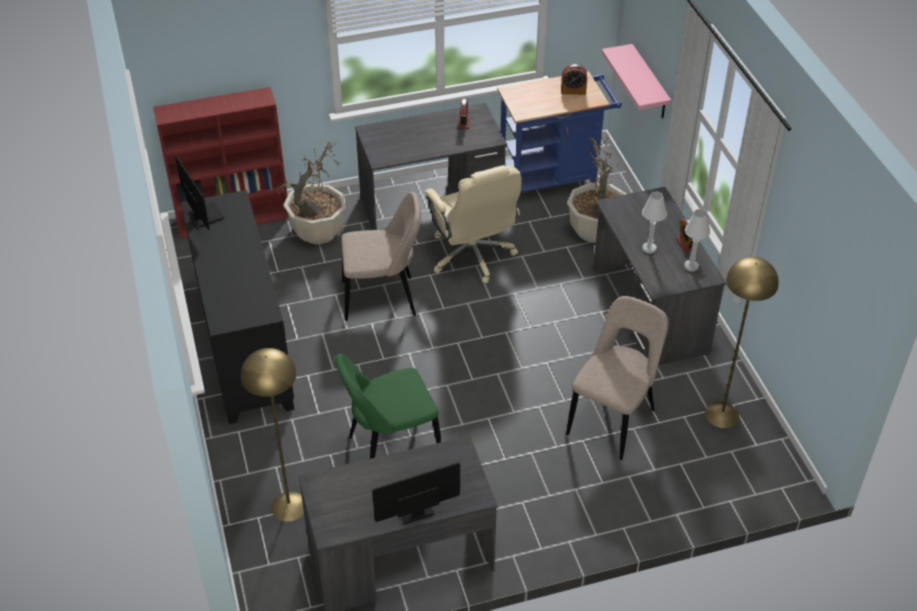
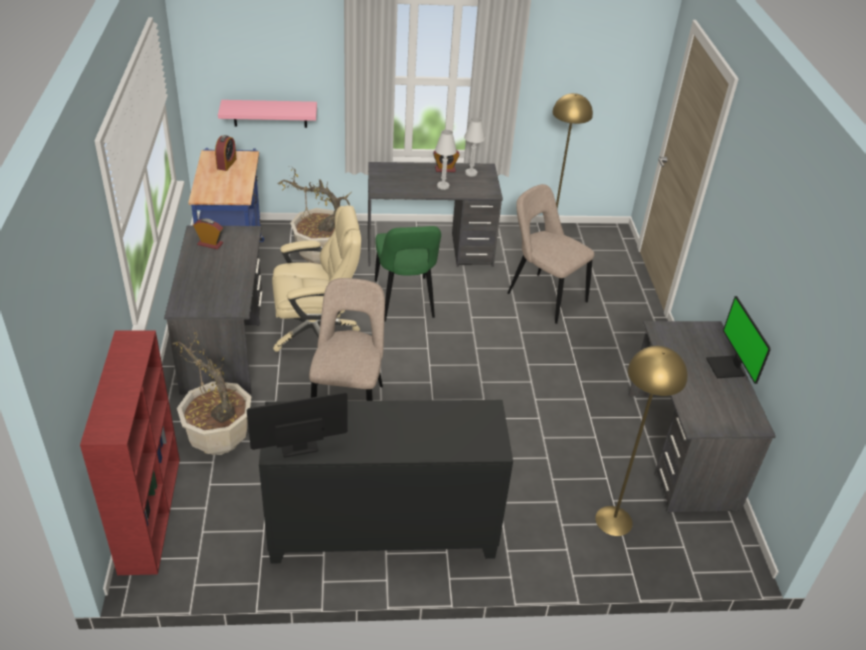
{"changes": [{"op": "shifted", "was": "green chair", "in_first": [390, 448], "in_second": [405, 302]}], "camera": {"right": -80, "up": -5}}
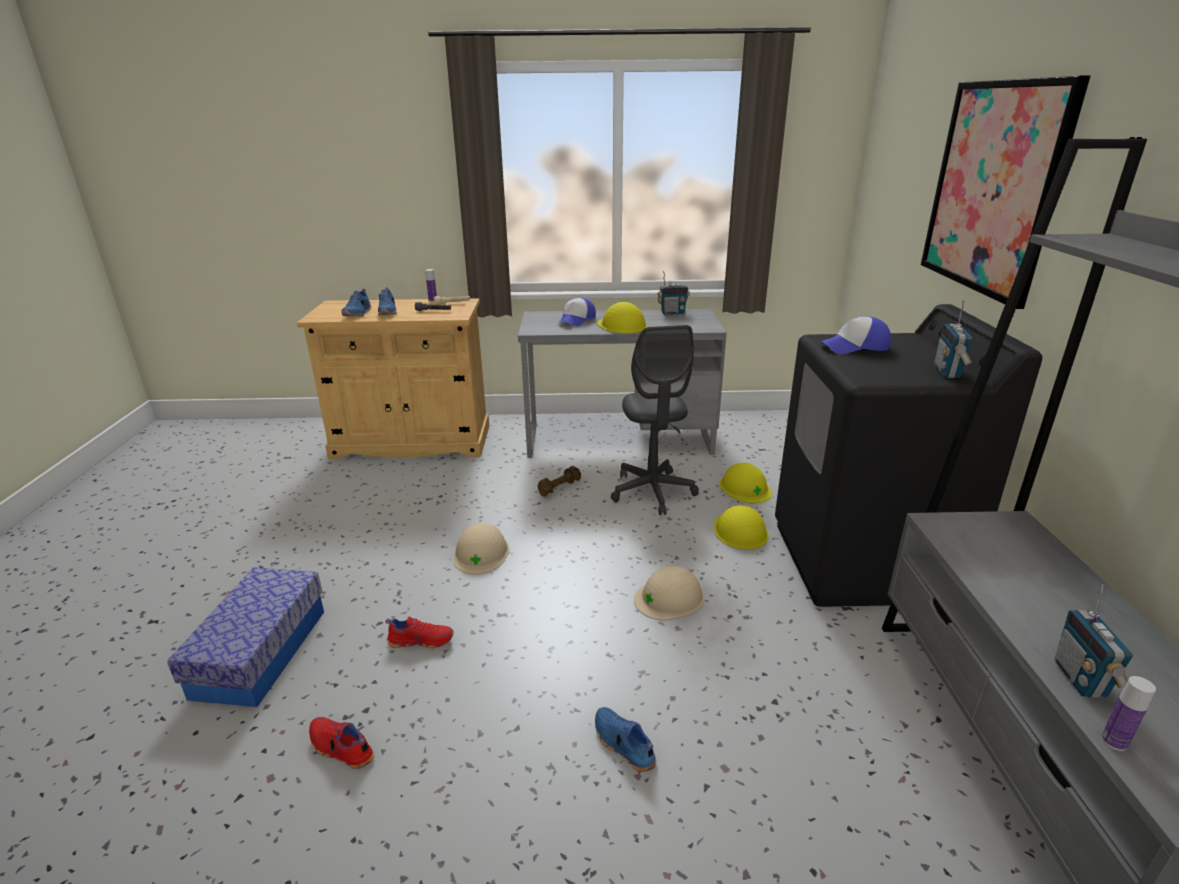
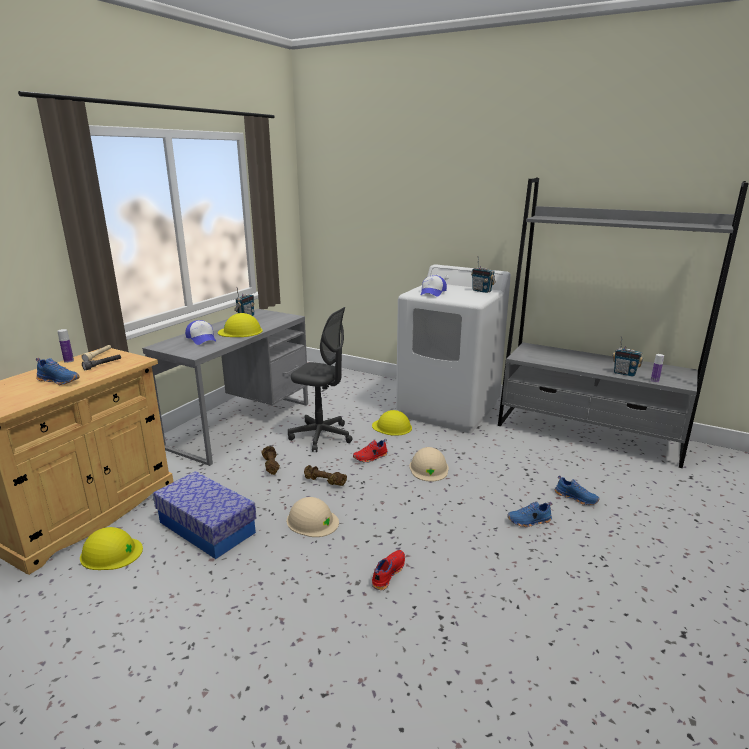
{"changes": [{"op": "shifted", "was": "storage box", "in_first": [260, 652], "in_second": [206, 527]}, {"op": "shifted", "was": "red shoe", "in_first": [340, 749], "in_second": [371, 457]}, {"op": "shifted", "was": "blue shoe", "in_first": [358, 313], "in_second": [576, 497]}, {"op": "shifted", "was": "yellow hard hat", "in_first": [745, 488], "in_second": [111, 553]}, {"op": "repainted", "was": "black washing machine", "now": "white washing machine", "in_first": [862, 561], "in_second": [449, 409]}, {"op": "gone", "was": "picture", "in_first": [993, 188]}, {"op": "new", "now": "brown dumbbell", "in_second": [324, 482]}], "camera": {"right": -60, "up": -5}}
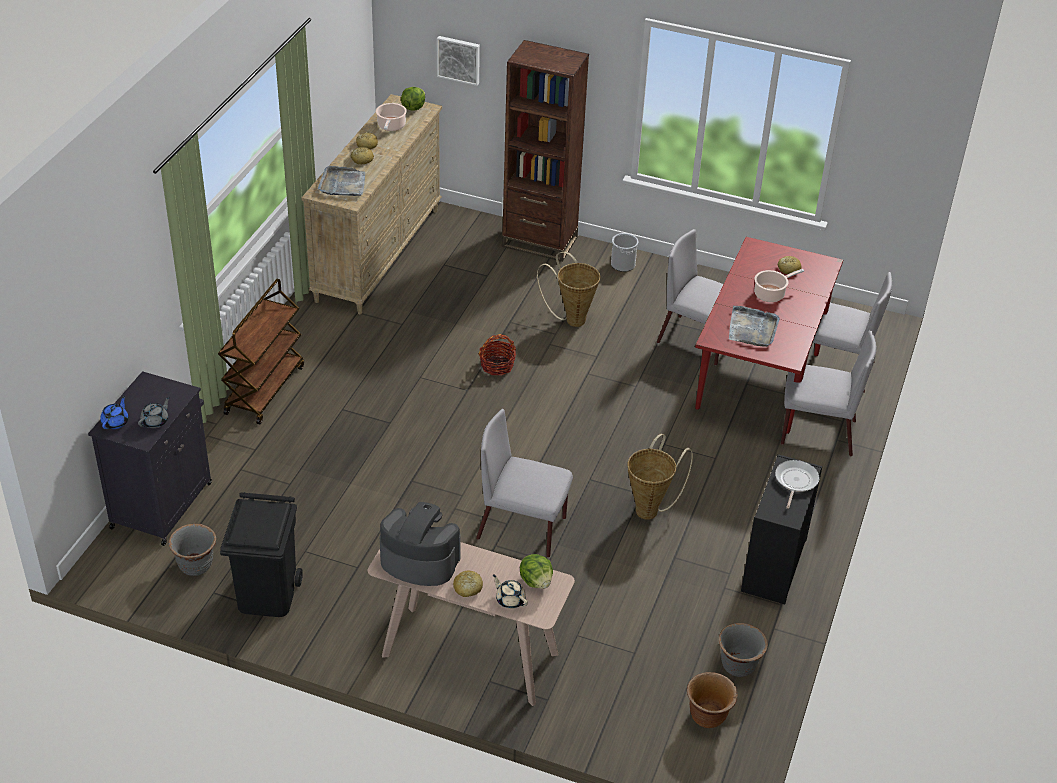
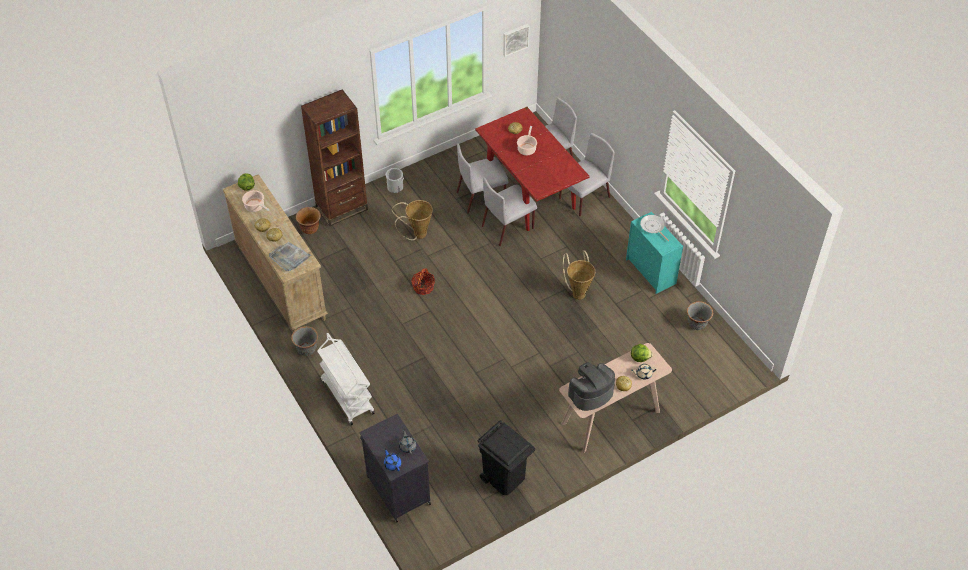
{"changes": [{"op": "shifted", "was": "grey planter", "in_first": [196, 566], "in_second": [306, 349]}, {"op": "repainted", "was": "brown cart", "now": "white cart", "in_first": [264, 389], "in_second": [347, 396]}, {"op": "shifted", "was": "picture", "in_first": [459, 59], "in_second": [515, 39]}, {"op": "shifted", "was": "grey chair", "in_first": [523, 528], "in_second": [508, 227]}, {"op": "shifted", "was": "brown planter", "in_first": [708, 717], "in_second": [310, 229]}, {"op": "gone", "was": "grey tray", "in_first": [752, 329]}, {"op": "repainted", "was": "black dresser", "now": "turquoise dresser", "in_first": [773, 566], "in_second": [651, 272]}], "camera": {"right": -50, "up": 10}}
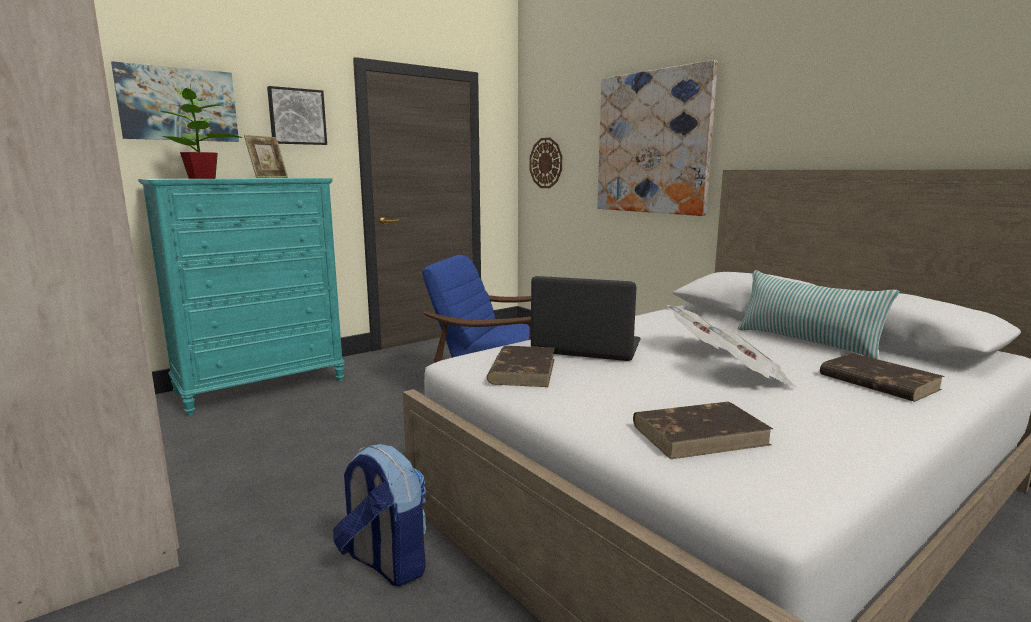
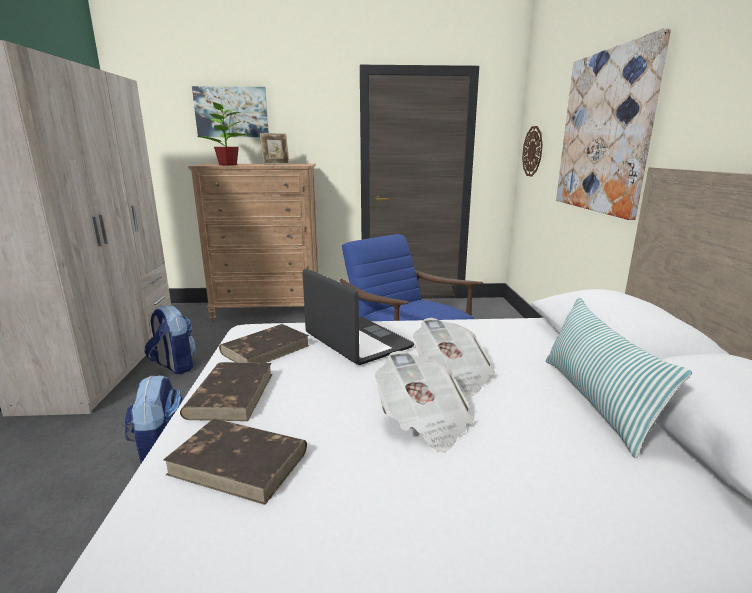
{"changes": [{"op": "repainted", "was": "turquoise dresser", "now": "brown dresser", "in_first": [262, 386], "in_second": [268, 310]}, {"op": "gone", "was": "picture", "in_first": [297, 116]}, {"op": "shifted", "was": "brown book", "in_first": [877, 382], "in_second": [231, 394]}, {"op": "new", "now": "backpack", "in_second": [174, 366]}], "camera": {"right": 35, "up": 5}}
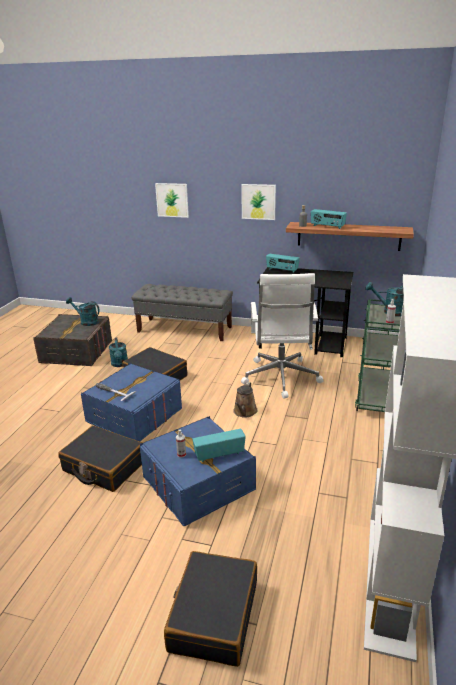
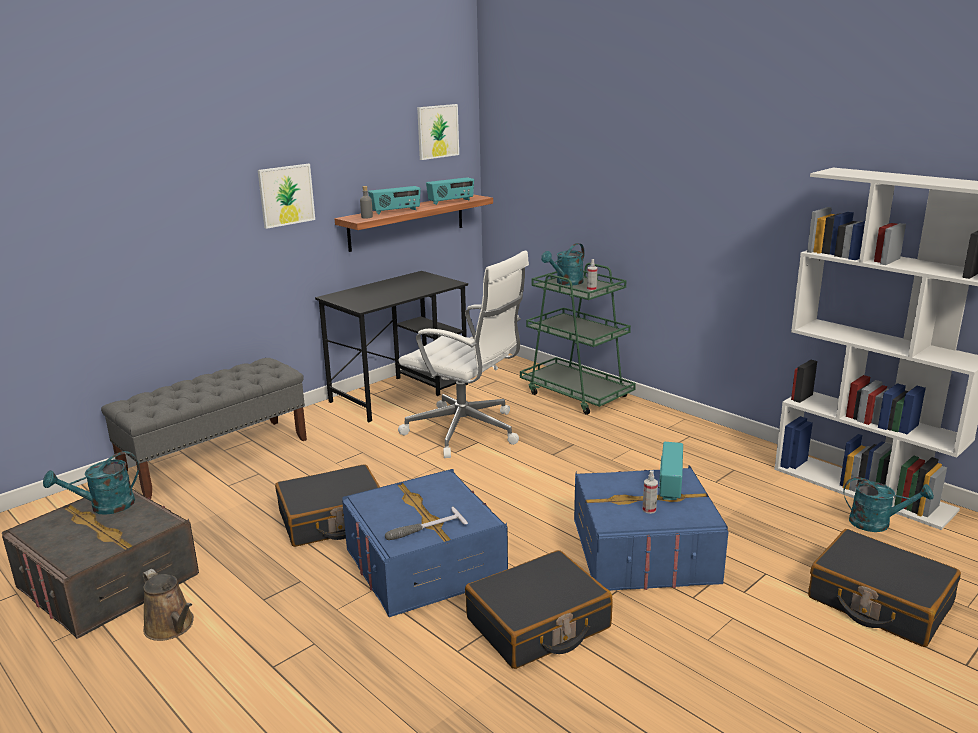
{"changes": [{"op": "shifted", "was": "turquoise watering can", "in_first": [120, 364], "in_second": [877, 523]}, {"op": "shifted", "was": "picture", "in_first": [172, 200], "in_second": [437, 131]}, {"op": "shifted", "was": "brown watering can", "in_first": [244, 412], "in_second": [171, 627]}, {"op": "shifted", "was": "radio", "in_first": [282, 270], "in_second": [451, 201]}], "camera": {"right": -60, "up": -5}}
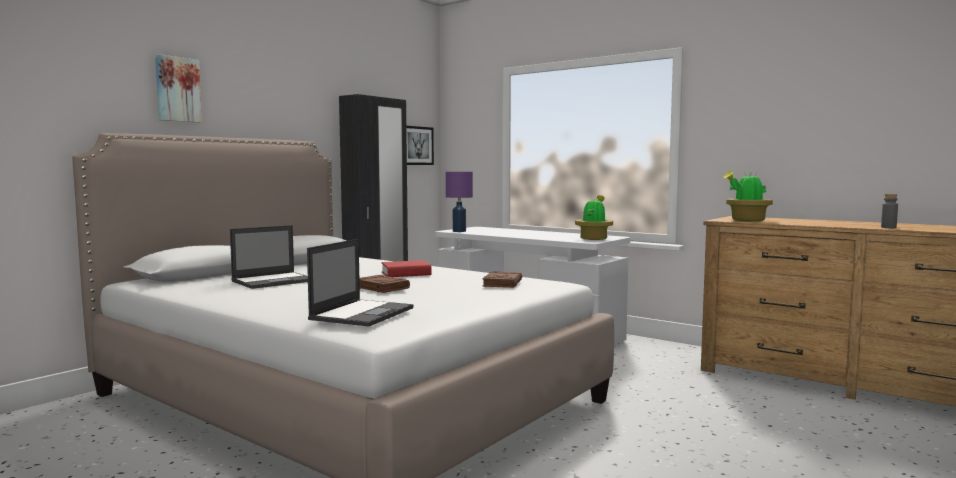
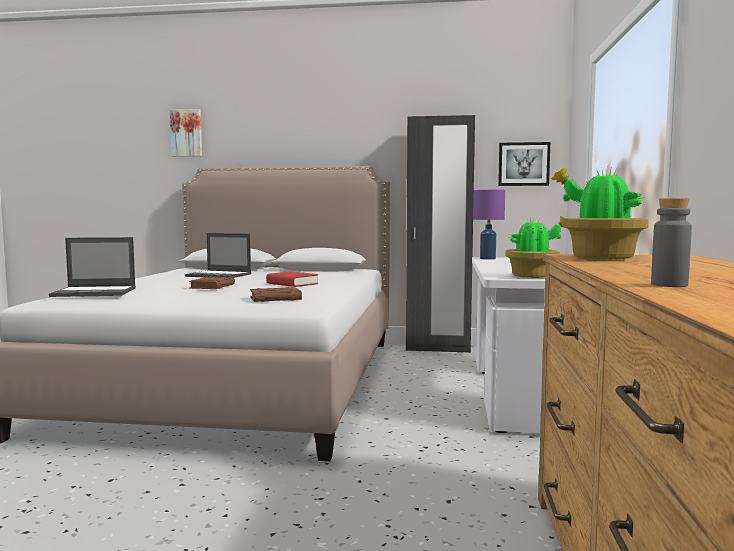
{"changes": [{"op": "shifted", "was": "picture", "in_first": [177, 89], "in_second": [186, 133]}], "camera": {"right": 60, "up": 0}}
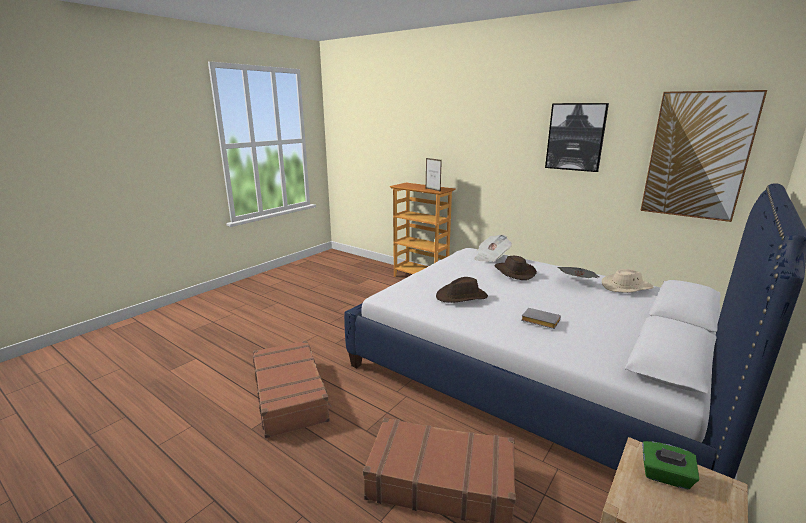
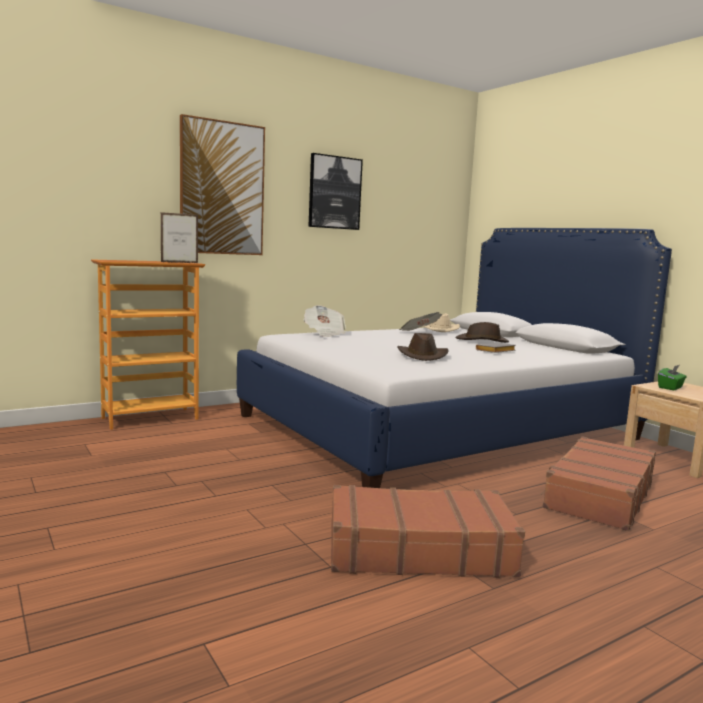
{"changes": [{"op": "shifted", "was": "brown hat", "in_first": [513, 272], "in_second": [482, 341]}, {"op": "shifted", "was": "picture", "in_first": [697, 156], "in_second": [222, 188]}], "camera": {"right": -70, "up": -10}}
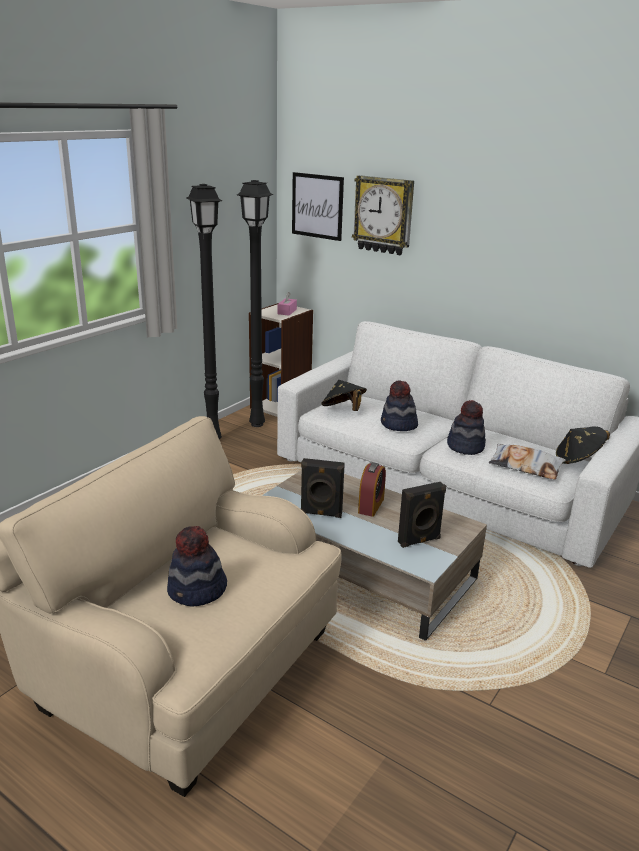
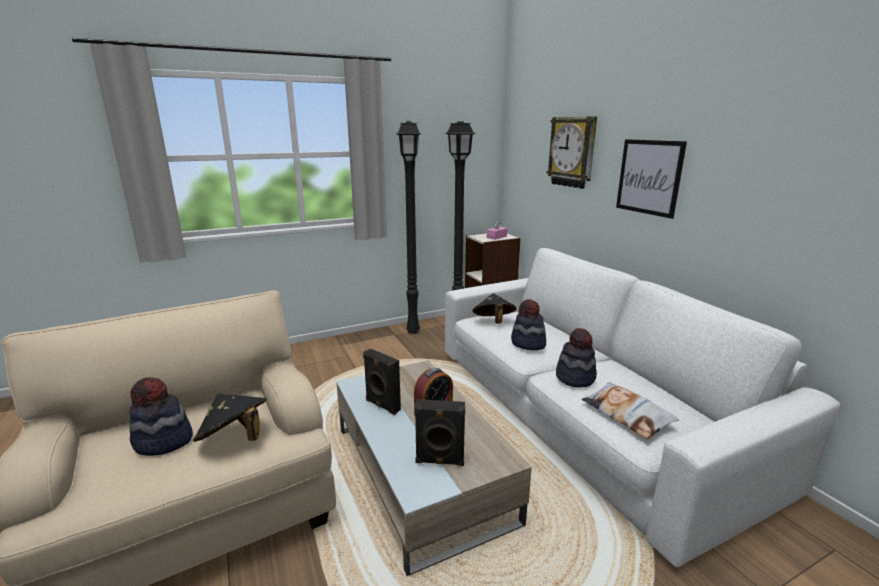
{"changes": [{"op": "shifted", "was": "picture", "in_first": [317, 206], "in_second": [649, 177]}, {"op": "shifted", "was": "black hat", "in_first": [578, 460], "in_second": [235, 439]}], "camera": {"right": 30, "up": -5}}
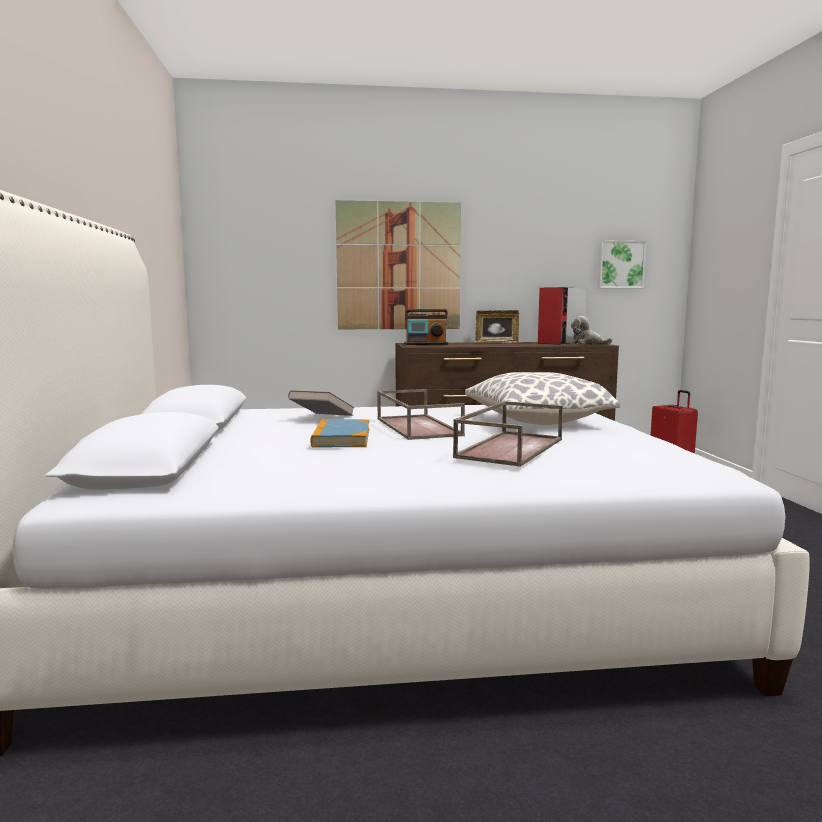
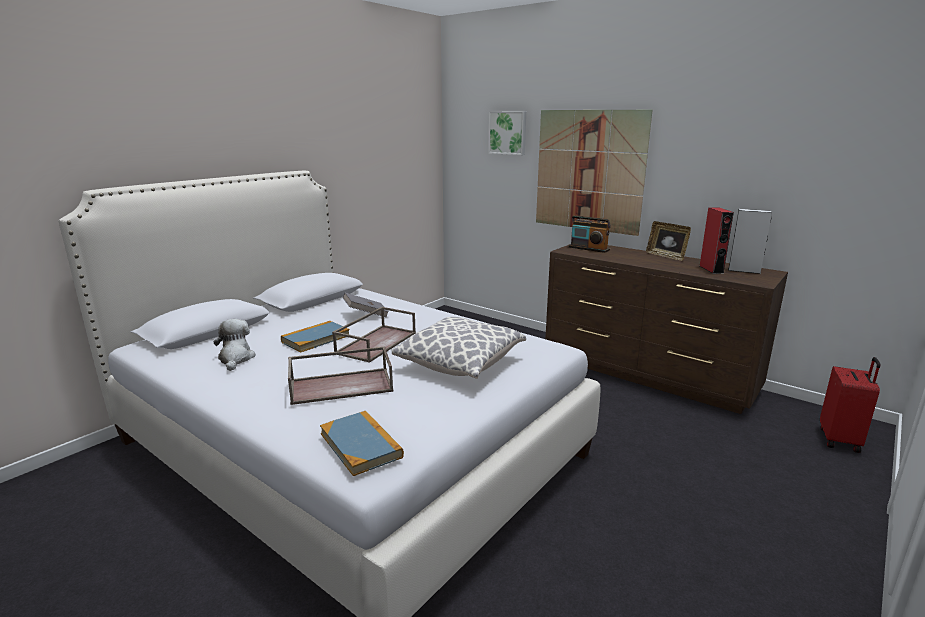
{"changes": [{"op": "shifted", "was": "plush toy", "in_first": [587, 344], "in_second": [235, 358]}, {"op": "shifted", "was": "picture", "in_first": [620, 264], "in_second": [508, 132]}, {"op": "new", "now": "book", "in_second": [361, 445]}], "camera": {"right": 45, "up": 10}}
